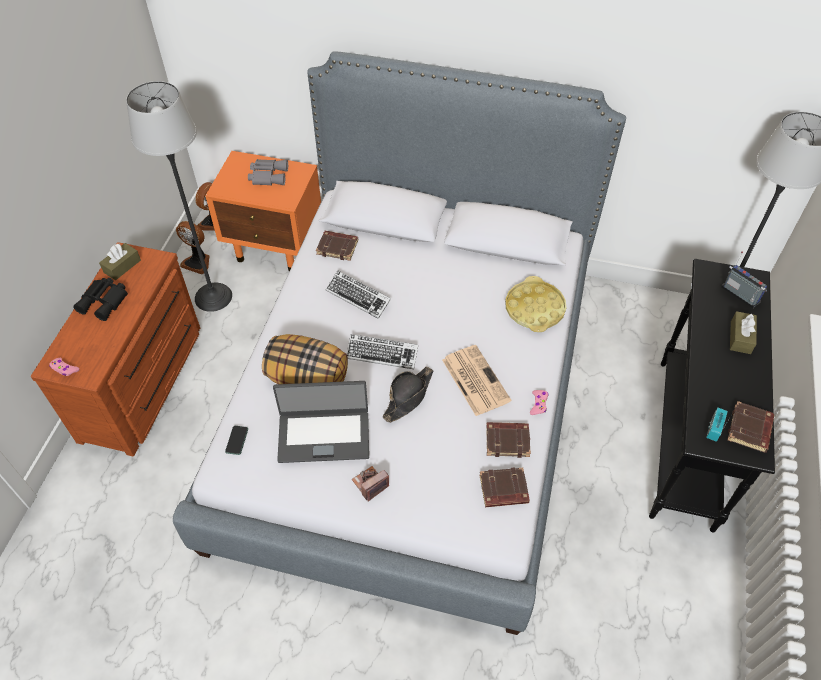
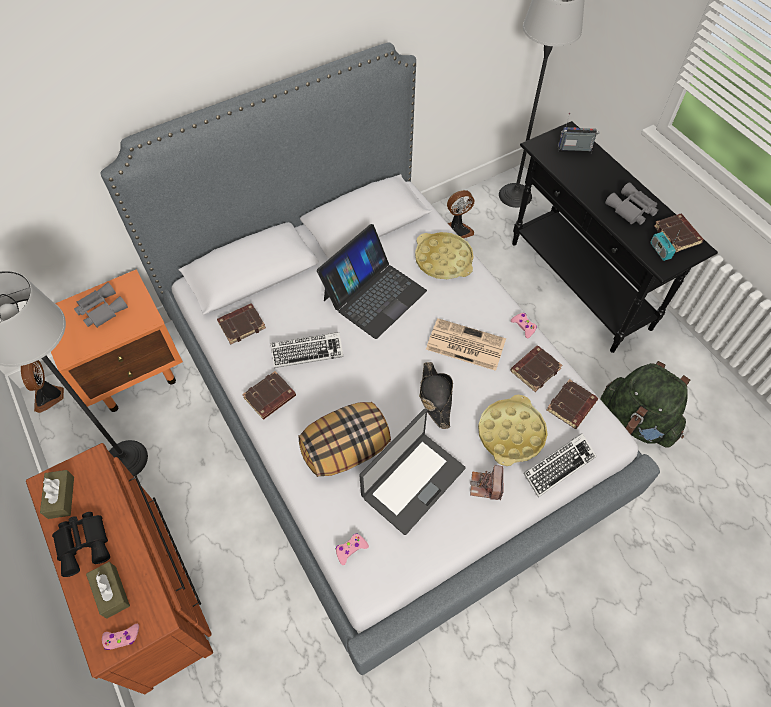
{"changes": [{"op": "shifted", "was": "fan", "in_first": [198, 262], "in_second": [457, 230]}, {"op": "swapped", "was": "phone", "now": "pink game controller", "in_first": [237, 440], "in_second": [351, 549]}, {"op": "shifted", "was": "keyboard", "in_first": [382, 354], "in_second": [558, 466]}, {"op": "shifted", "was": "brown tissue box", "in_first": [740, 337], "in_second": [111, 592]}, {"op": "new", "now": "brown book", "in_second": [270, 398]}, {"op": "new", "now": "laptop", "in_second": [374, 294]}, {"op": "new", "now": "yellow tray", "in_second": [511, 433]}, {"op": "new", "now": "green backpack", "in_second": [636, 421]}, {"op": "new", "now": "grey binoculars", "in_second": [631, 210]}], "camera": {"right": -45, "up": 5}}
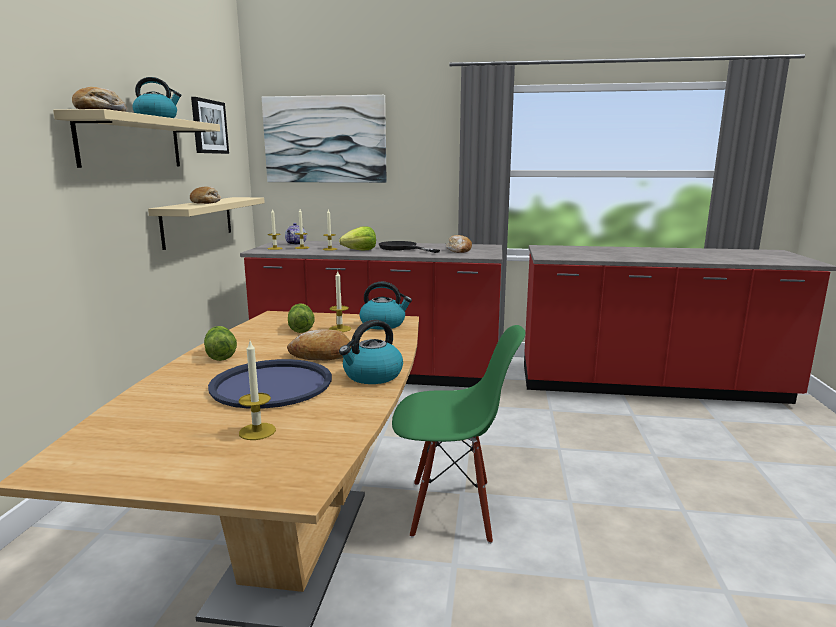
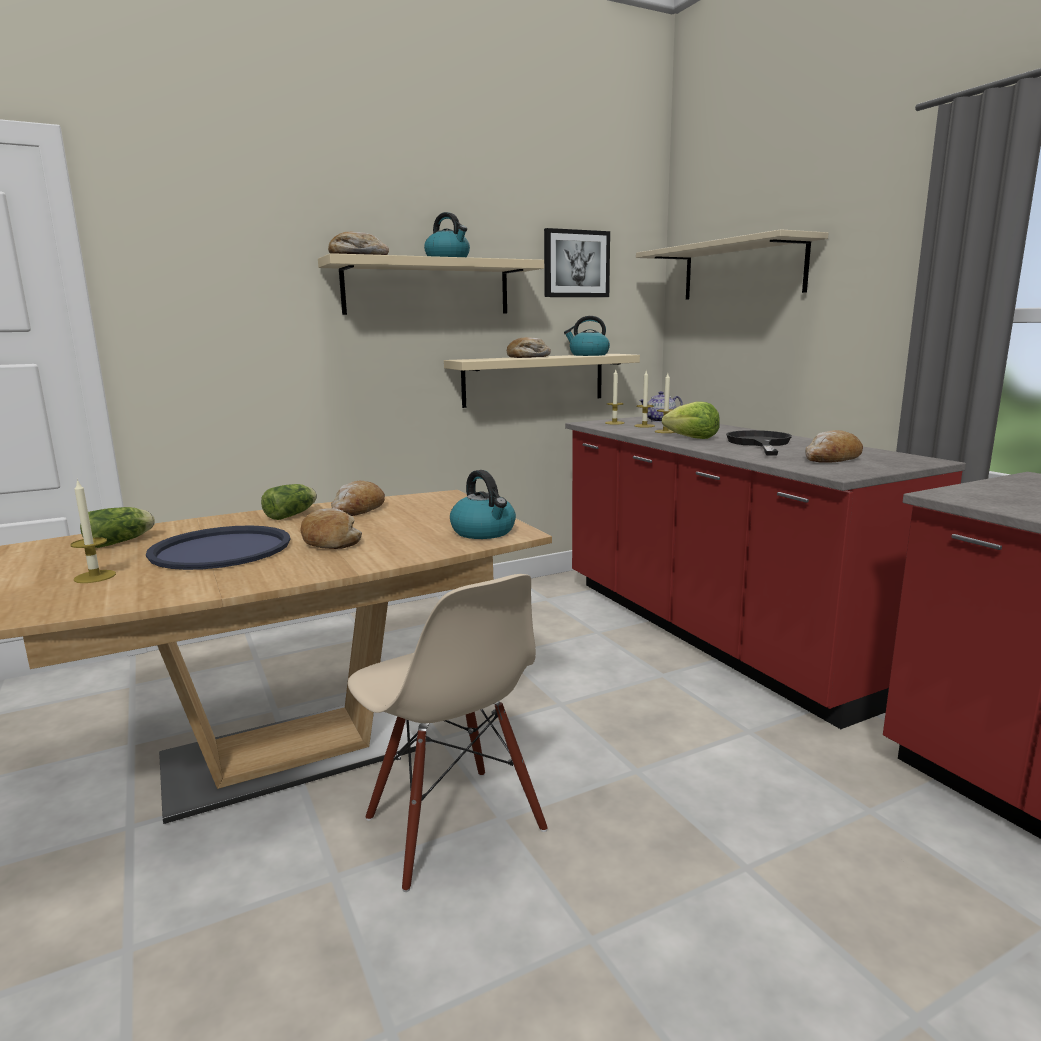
{"changes": [{"op": "swapped", "was": "picture", "now": "beige shelf", "in_first": [325, 140], "in_second": [742, 270]}, {"op": "shifted", "was": "lettuce", "in_first": [301, 328], "in_second": [122, 542]}, {"op": "gone", "was": "candle", "in_first": [339, 329]}, {"op": "shifted", "was": "kettle", "in_first": [372, 376], "in_second": [588, 355]}, {"op": "repainted", "was": "green chair", "now": "beige chair", "in_first": [452, 509], "in_second": [453, 825]}, {"op": "new", "now": "bread", "in_second": [358, 509]}], "camera": {"right": 55, "up": 0}}
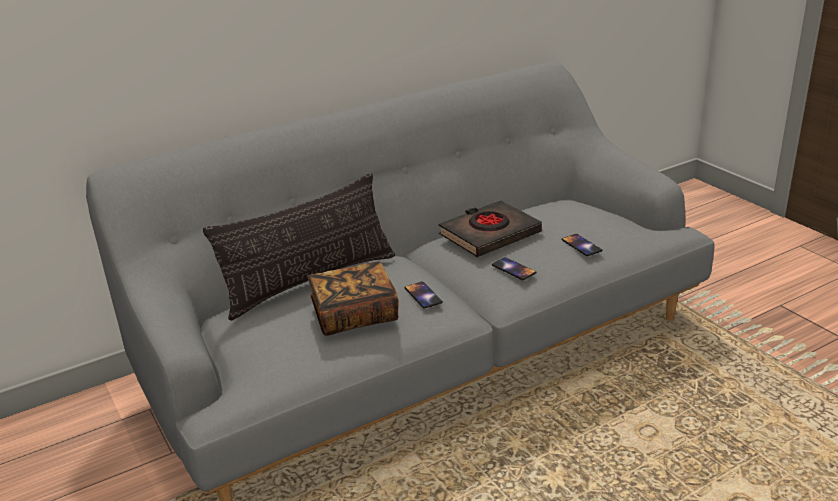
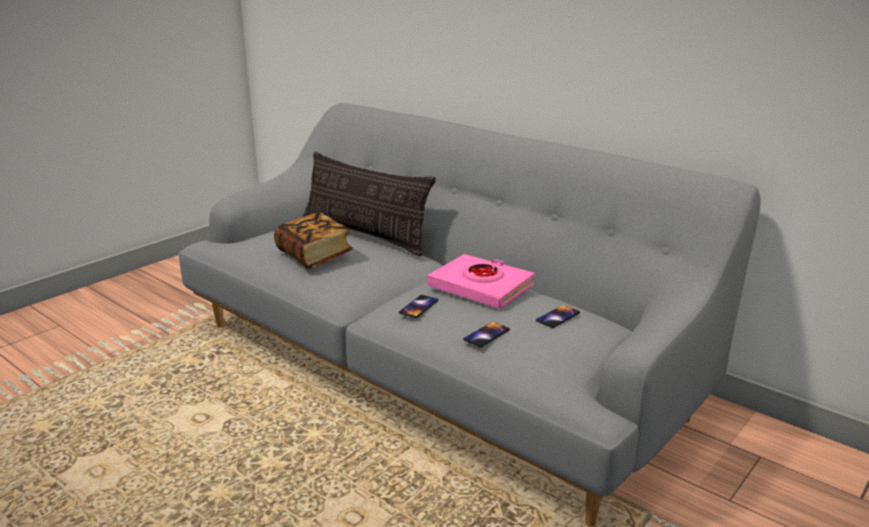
{"changes": [{"op": "shifted", "was": "phone", "in_first": [423, 295], "in_second": [558, 317]}, {"op": "repainted", "was": "black book", "now": "pink book", "in_first": [489, 234], "in_second": [481, 287]}], "camera": {"right": 70, "up": -5}}
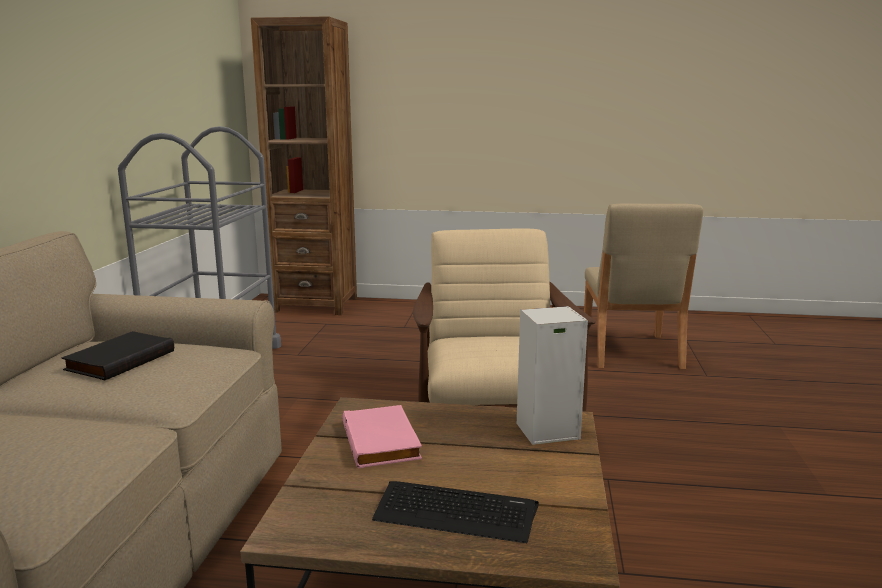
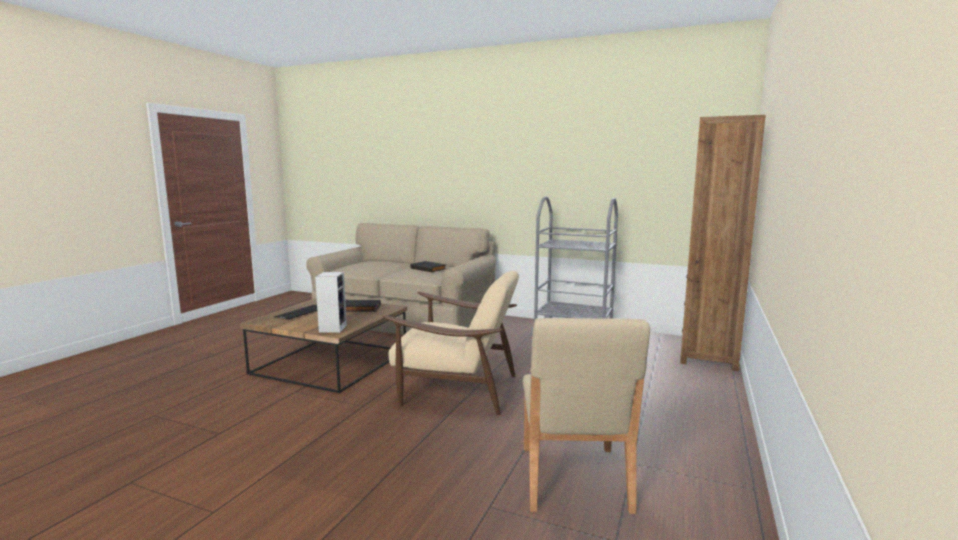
{"changes": [{"op": "repainted", "was": "pink book", "now": "black book", "in_first": [383, 441], "in_second": [360, 308]}, {"op": "rotated", "was": "beige chair", "in_first": [630, 352], "in_second": [573, 478], "clockwise": -105}], "camera": {"right": 105, "up": -5}}
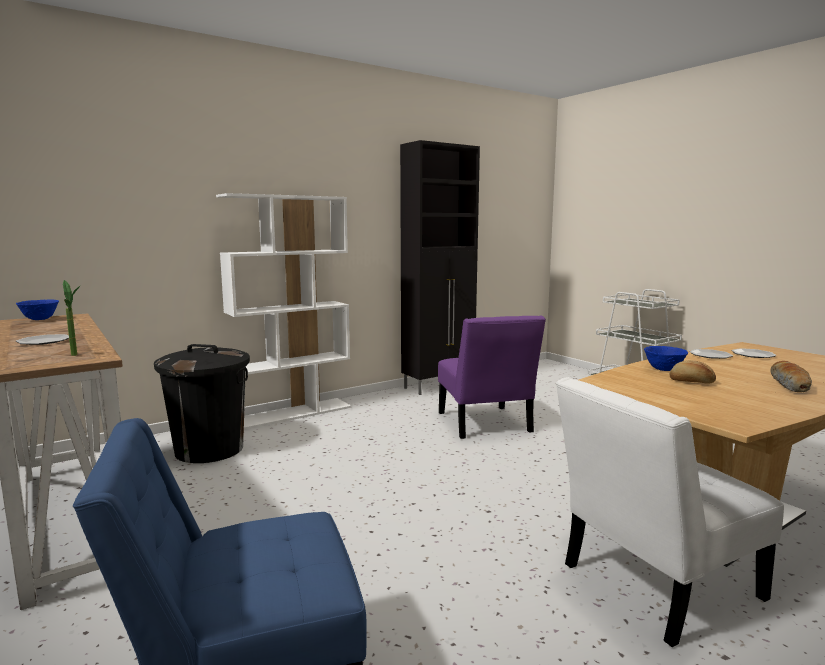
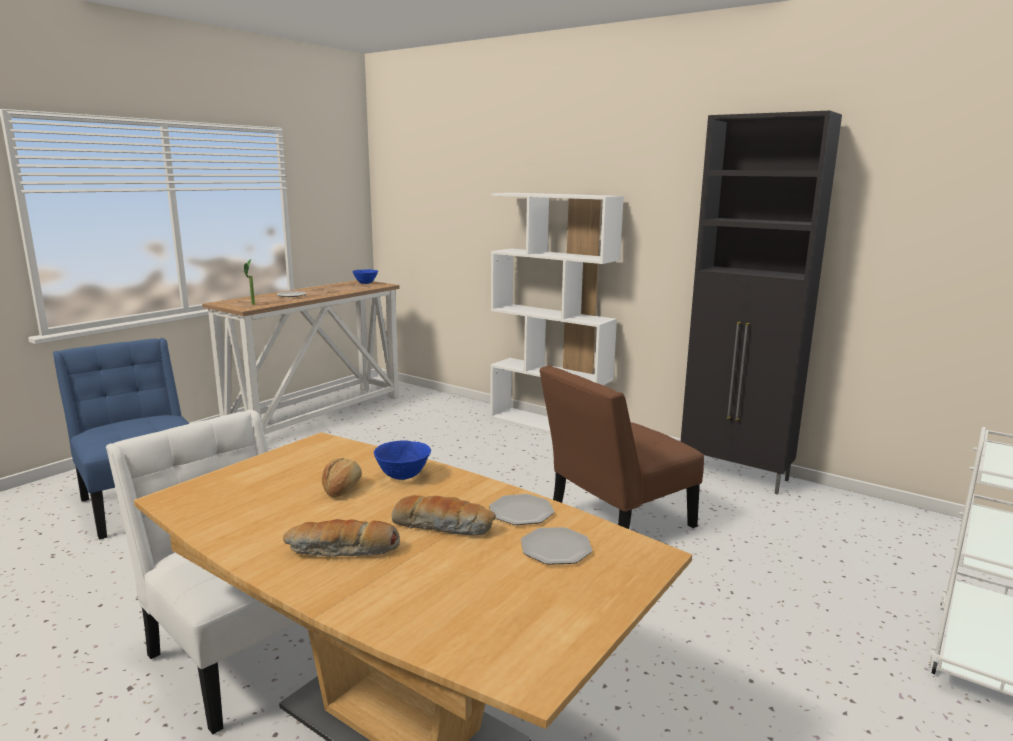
{"changes": [{"op": "gone", "was": "black trash can", "in_first": [209, 449]}, {"op": "repainted", "was": "purple chair", "now": "brown chair", "in_first": [485, 424], "in_second": [615, 522]}, {"op": "new", "now": "bread", "in_second": [444, 526]}], "camera": {"right": 70, "up": 5}}
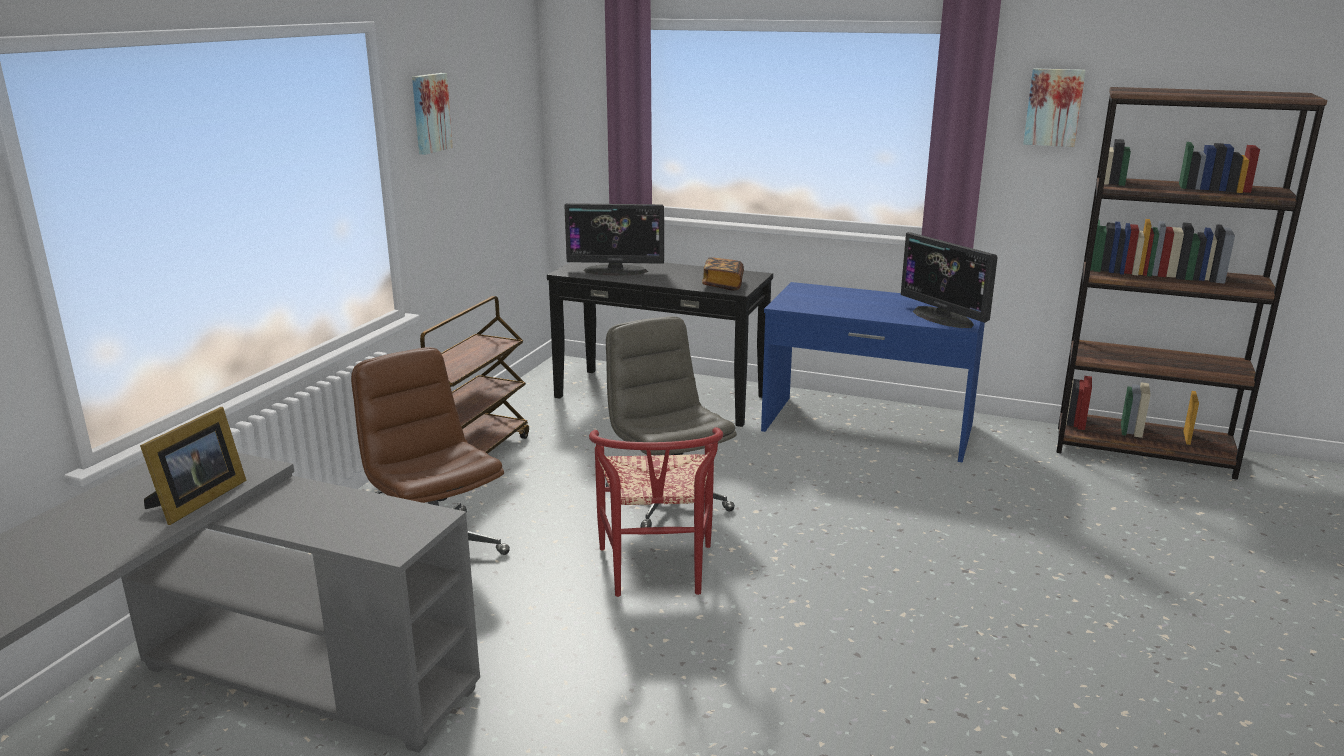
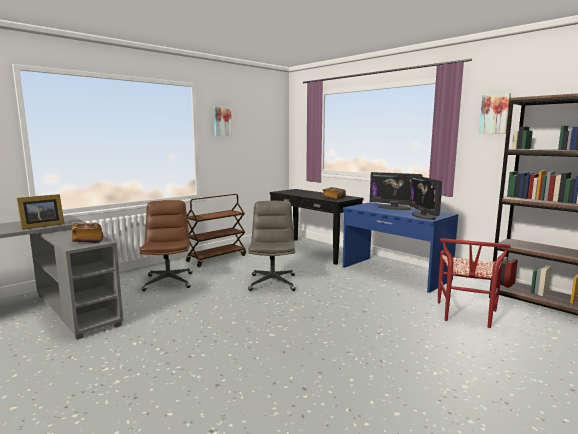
{"changes": [{"op": "shifted", "was": "monitor", "in_first": [615, 271], "in_second": [394, 208]}, {"op": "shifted", "was": "red chair", "in_first": [656, 574], "in_second": [466, 316]}, {"op": "new", "now": "book", "in_second": [88, 240]}], "camera": {"right": 25, "up": -10}}
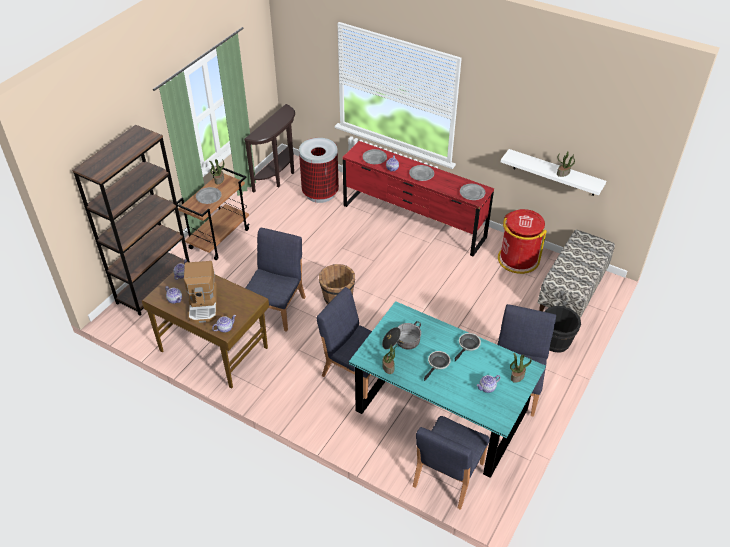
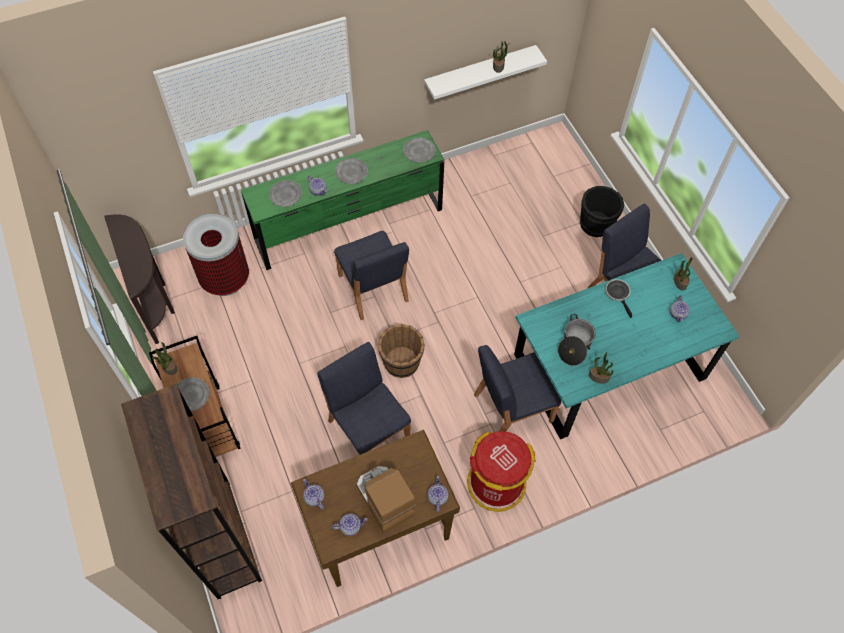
{"changes": [{"op": "rotated", "was": "coffee machine", "in_first": [204, 305], "in_second": [384, 500], "clockwise": -150}, {"op": "repainted", "was": "red dresser", "now": "green dresser", "in_first": [413, 221], "in_second": [349, 225]}, {"op": "shifted", "was": "blue chair", "in_first": [447, 475], "in_second": [373, 289]}, {"op": "gone", "was": "frying pan", "in_first": [438, 364]}, {"op": "shifted", "was": "red trash can", "in_first": [517, 259], "in_second": [496, 483]}, {"op": "gone", "was": "bench", "in_first": [572, 292]}], "camera": {"right": -55, "up": 15}}
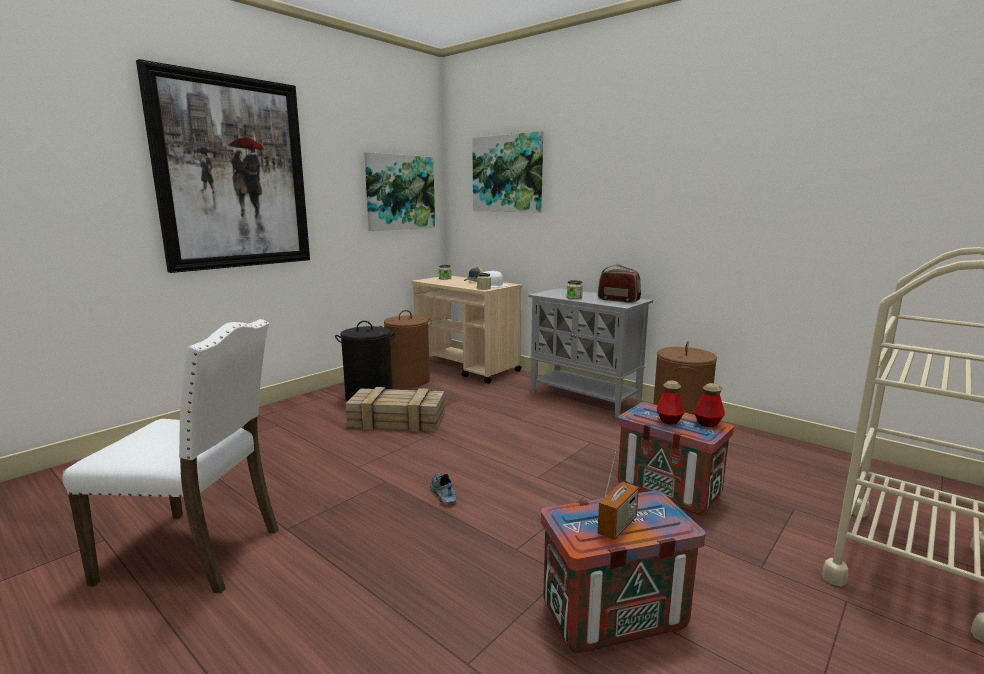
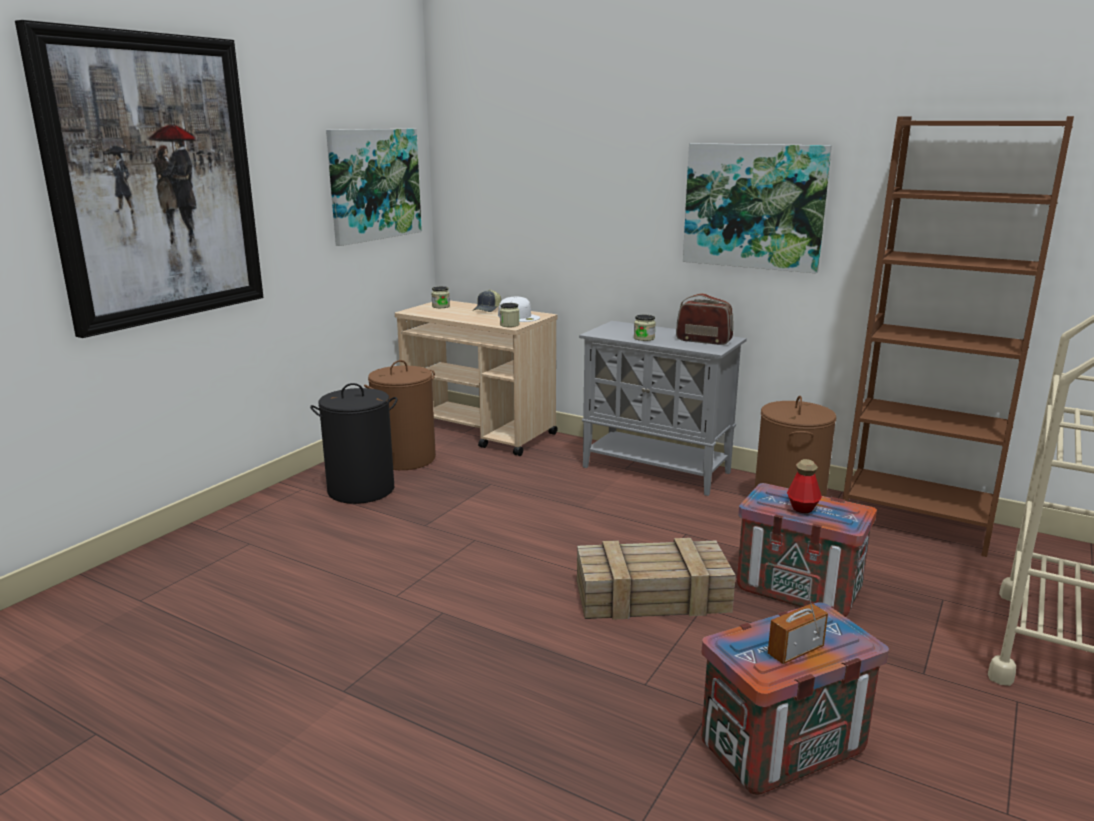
{"changes": [{"op": "gone", "was": "white chair", "in_first": [197, 553]}, {"op": "shifted", "was": "crate", "in_first": [399, 420], "in_second": [654, 595]}, {"op": "gone", "was": "shoe", "in_first": [442, 493]}, {"op": "shifted", "was": "picture", "in_first": [507, 174], "in_second": [754, 206]}, {"op": "rotated", "was": "radio", "in_first": [617, 526], "in_second": [795, 651], "clockwise": -150}, {"op": "gone", "was": "bottle", "in_first": [708, 423]}, {"op": "new", "now": "brown bookcase", "in_second": [916, 523]}], "camera": {"right": -10, "up": 5}}
